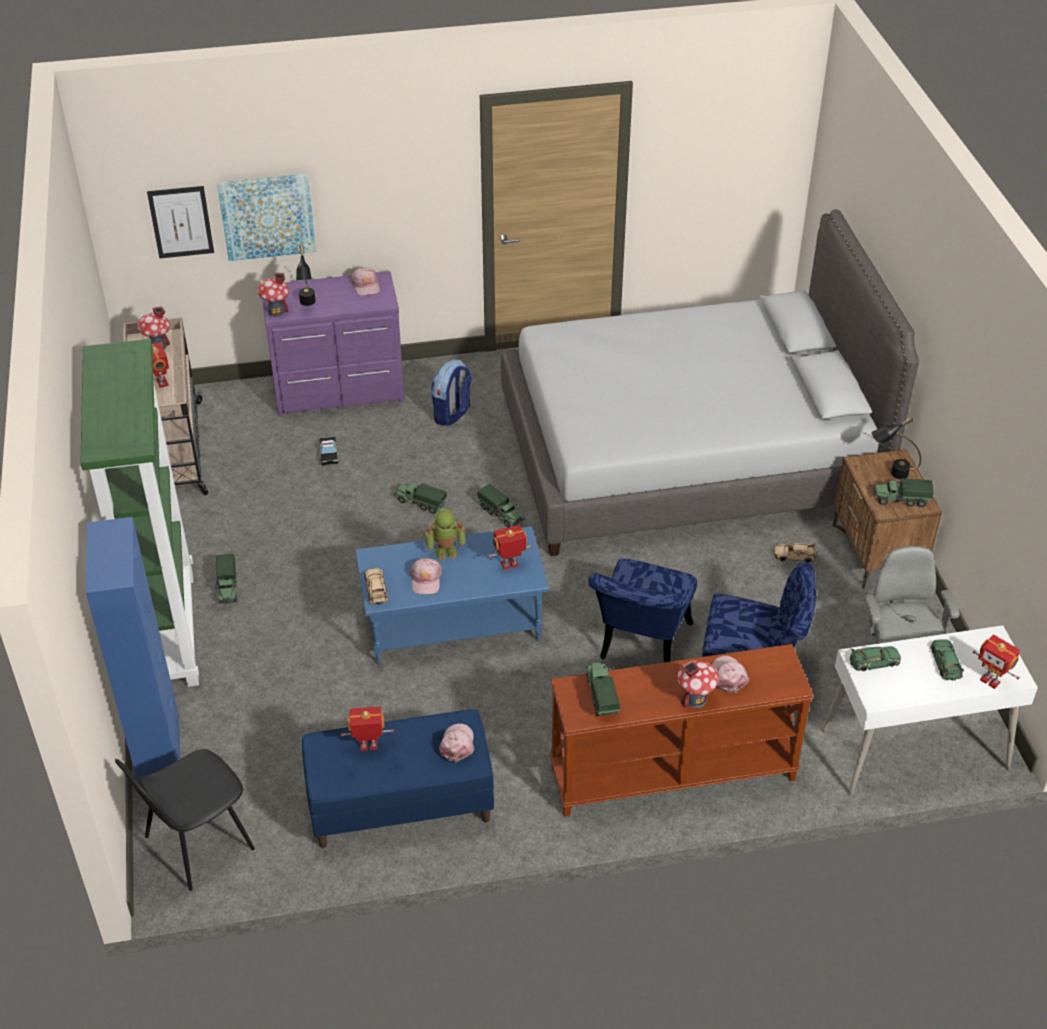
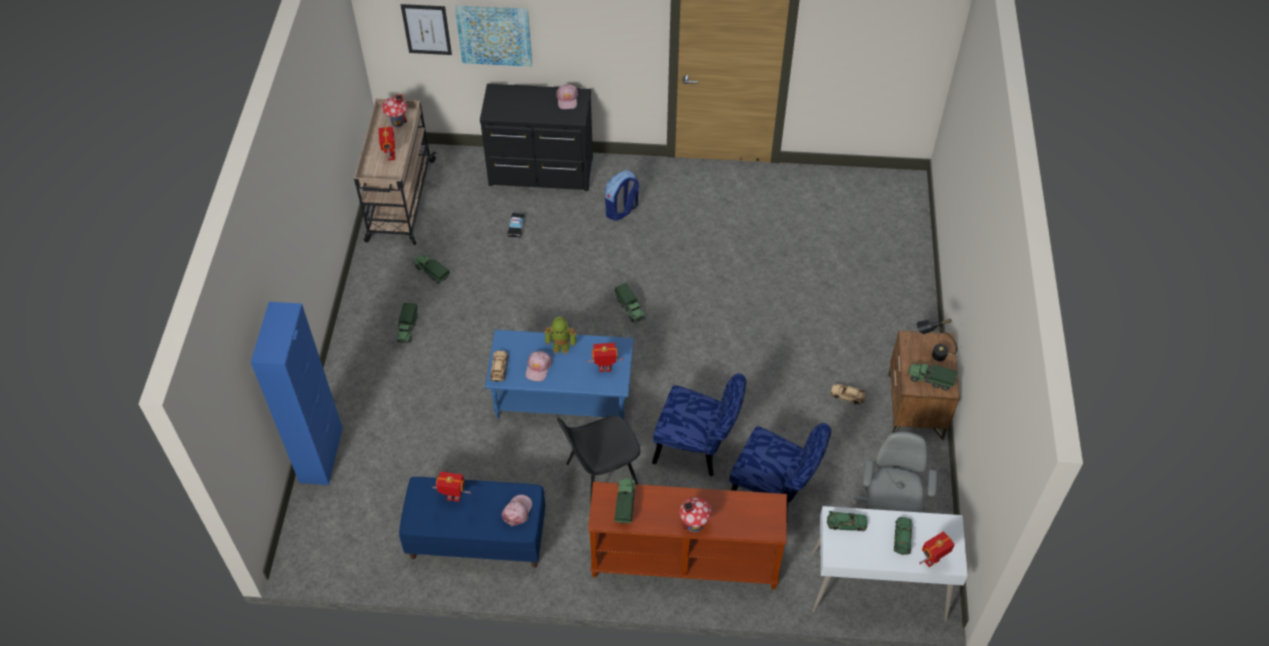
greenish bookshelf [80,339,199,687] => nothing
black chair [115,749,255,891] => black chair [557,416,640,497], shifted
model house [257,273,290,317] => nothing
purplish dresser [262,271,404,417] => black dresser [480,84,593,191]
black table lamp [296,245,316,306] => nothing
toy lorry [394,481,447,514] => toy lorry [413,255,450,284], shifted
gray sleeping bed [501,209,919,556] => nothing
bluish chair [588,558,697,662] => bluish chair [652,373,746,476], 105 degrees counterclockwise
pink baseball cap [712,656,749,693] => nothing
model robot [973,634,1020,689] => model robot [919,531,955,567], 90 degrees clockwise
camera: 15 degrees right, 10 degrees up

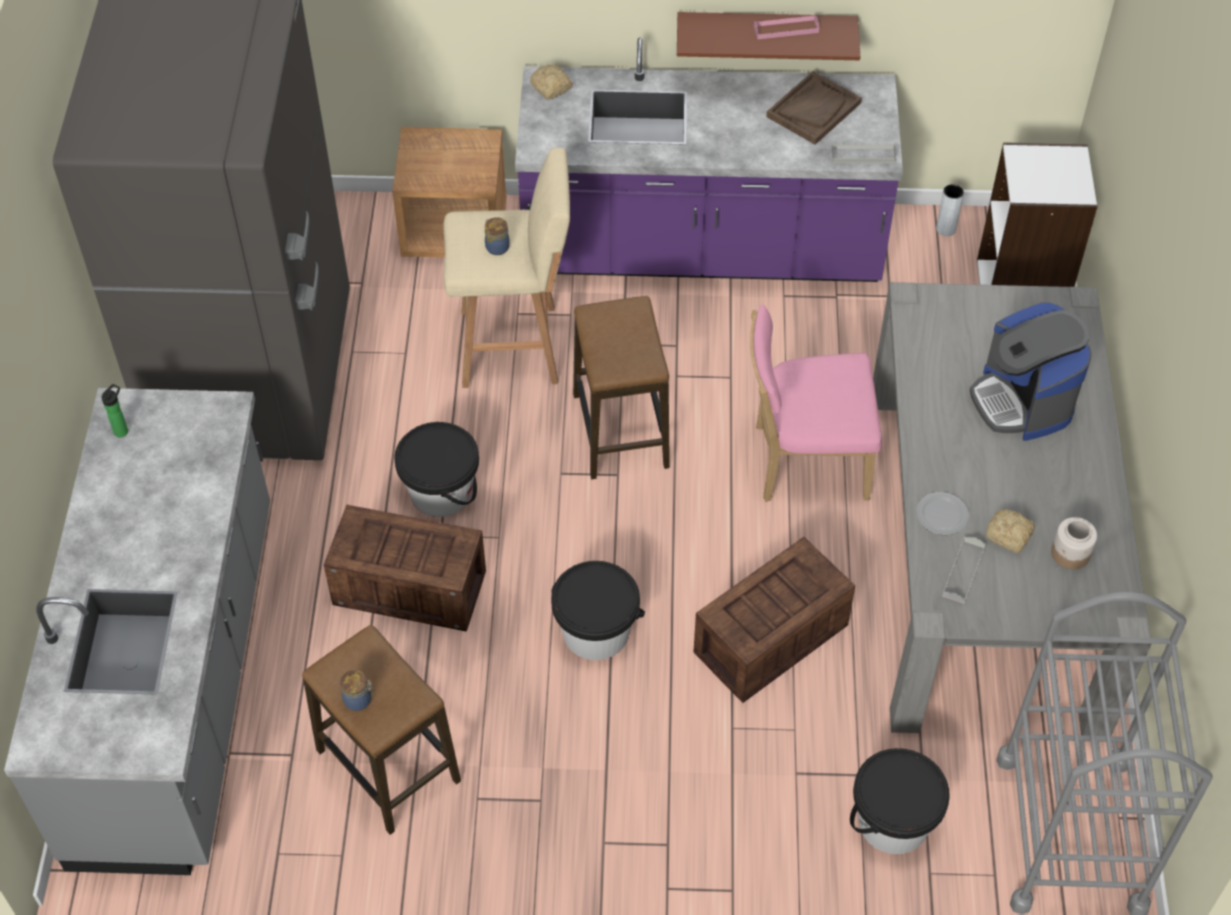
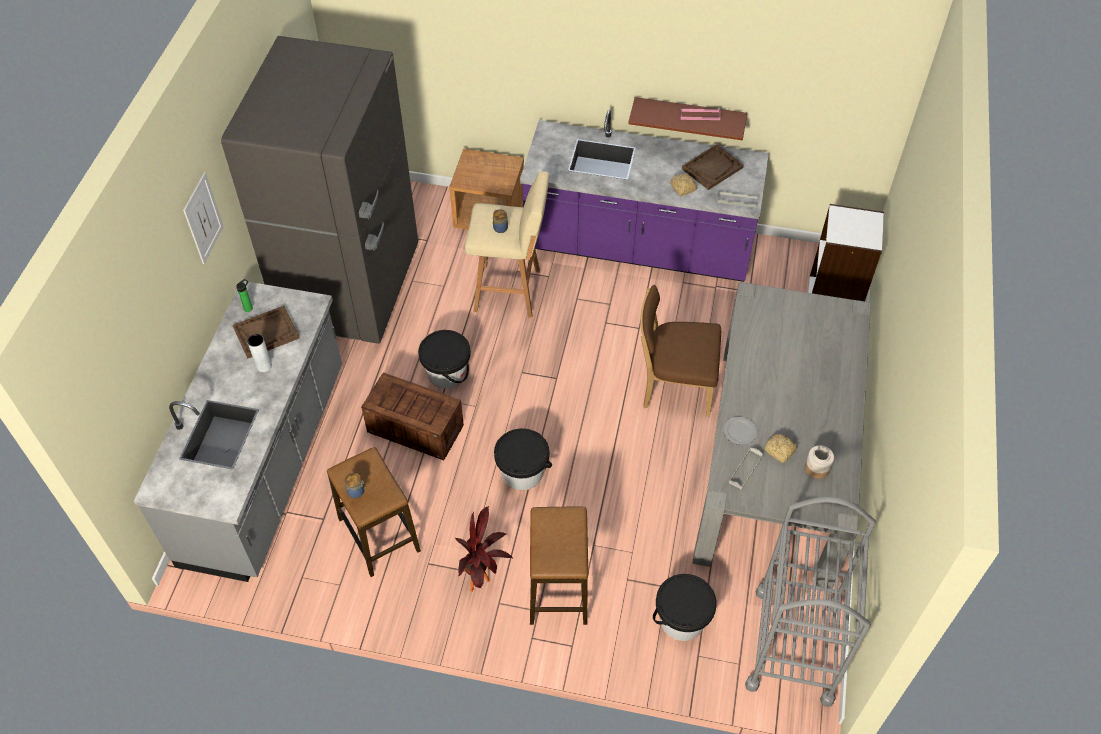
bakery bread [530,65,573,100] => bakery bread [670,174,697,196], shifted
stool [573,296,670,479] => stool [530,507,588,625], shifted
crate [693,537,855,703] => nothing
pink chair [750,305,882,502] => brownish chair [640,285,721,417]
gray decorative vase [936,184,964,236] => gray decorative vase [247,334,272,372], shifted
coffee machine [970,303,1092,441] => nothing
nothing => wall art [183,172,224,264]
nothing => brownish serving tray [233,306,300,359]
nothing => houseplant [455,506,514,592]
camera: 10 degrees right, 0 degrees up

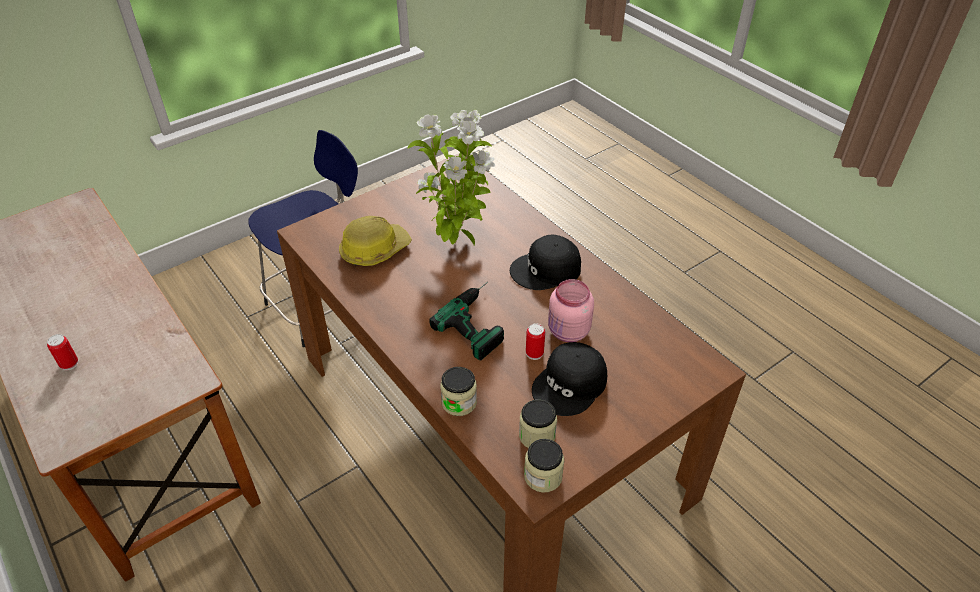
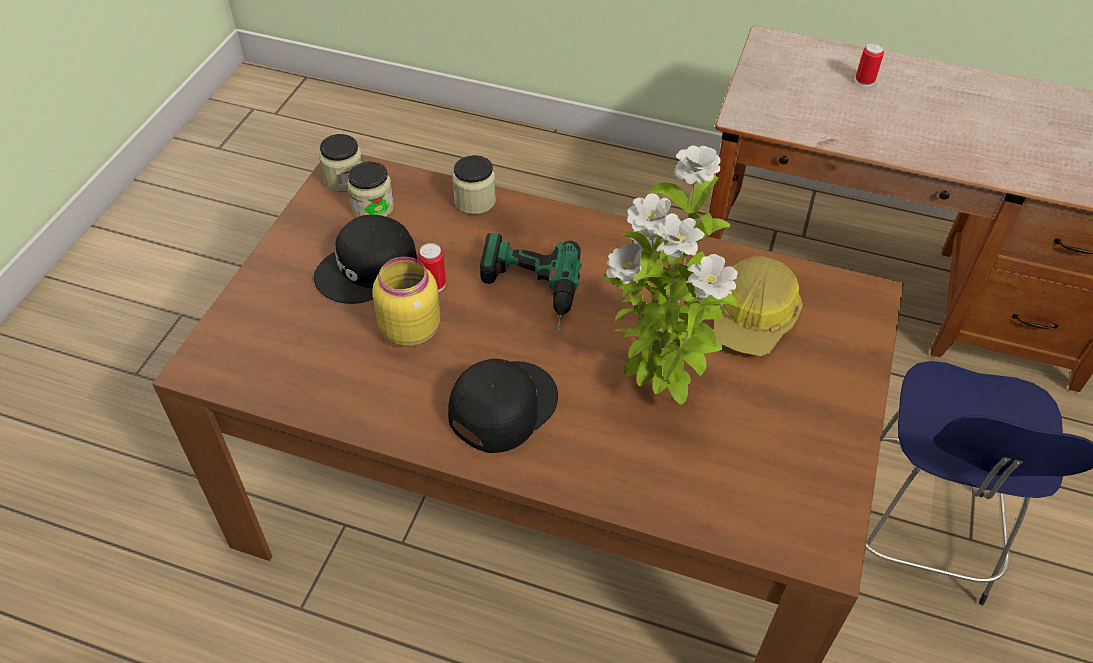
black baseball cap [532,342,607,416] => black baseball cap [314,215,418,304], 135 degrees counterclockwise
pink preserve jar [548,279,594,342] => yellow preserve jar [372,257,440,347]
camera: 145 degrees right, 5 degrees up

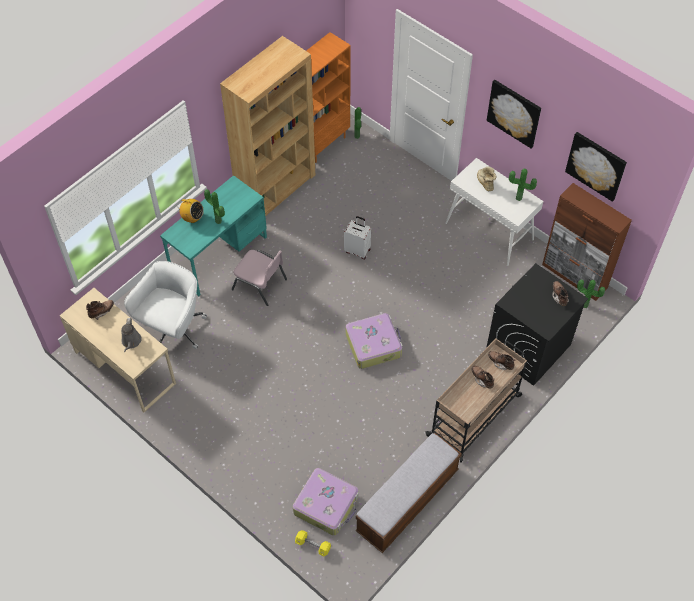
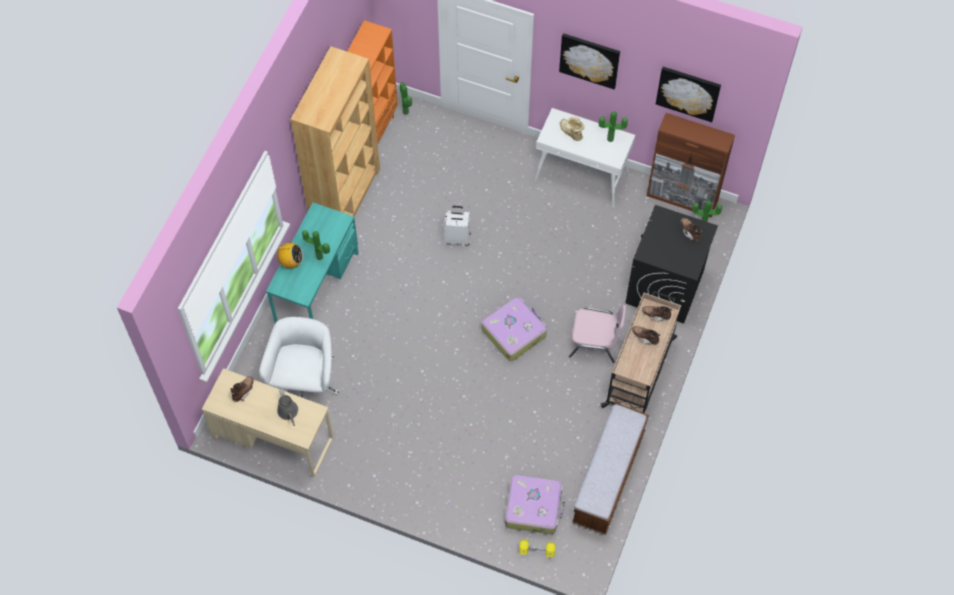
pink chair [232,250,287,306] => pink chair [569,305,626,363], shifted
camera: 20 degrees left, 5 degrees up

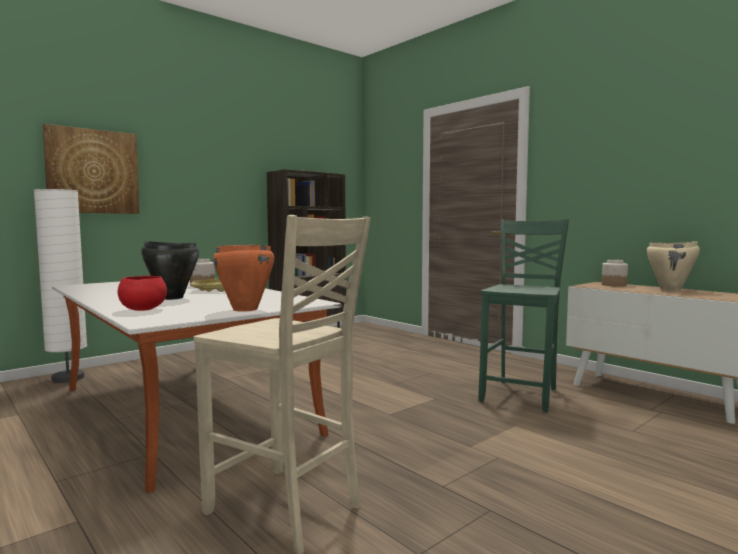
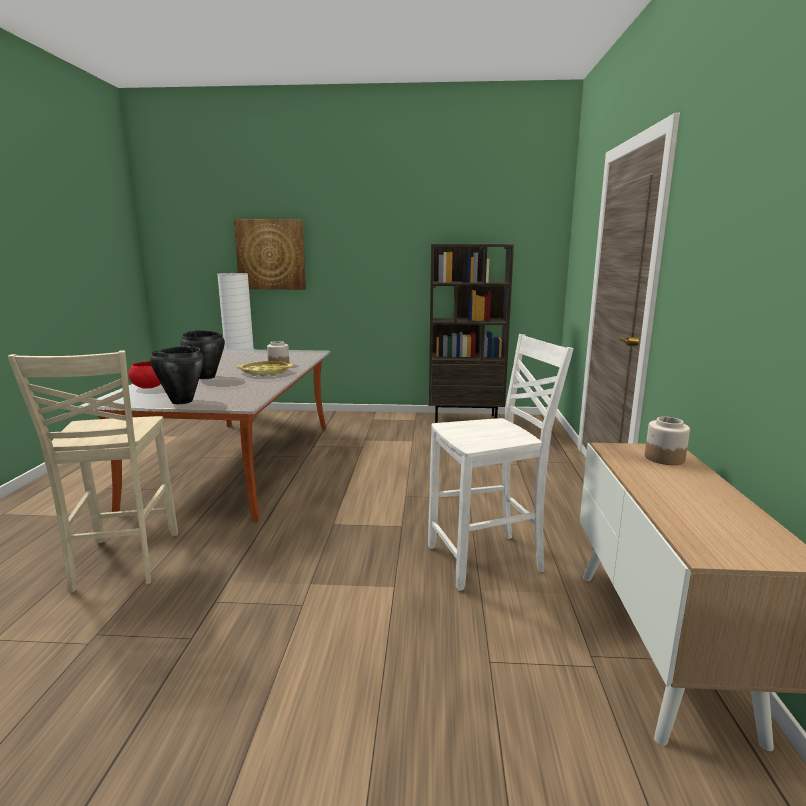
orange saucepot [213,245,274,312] => black saucepot [150,346,204,404]
greenish chair [478,219,569,412] => white-coloured chair [428,334,574,591]
beige-coloured saucepot [647,241,700,291] => nothing
camera: 45 degrees right, 10 degrees up

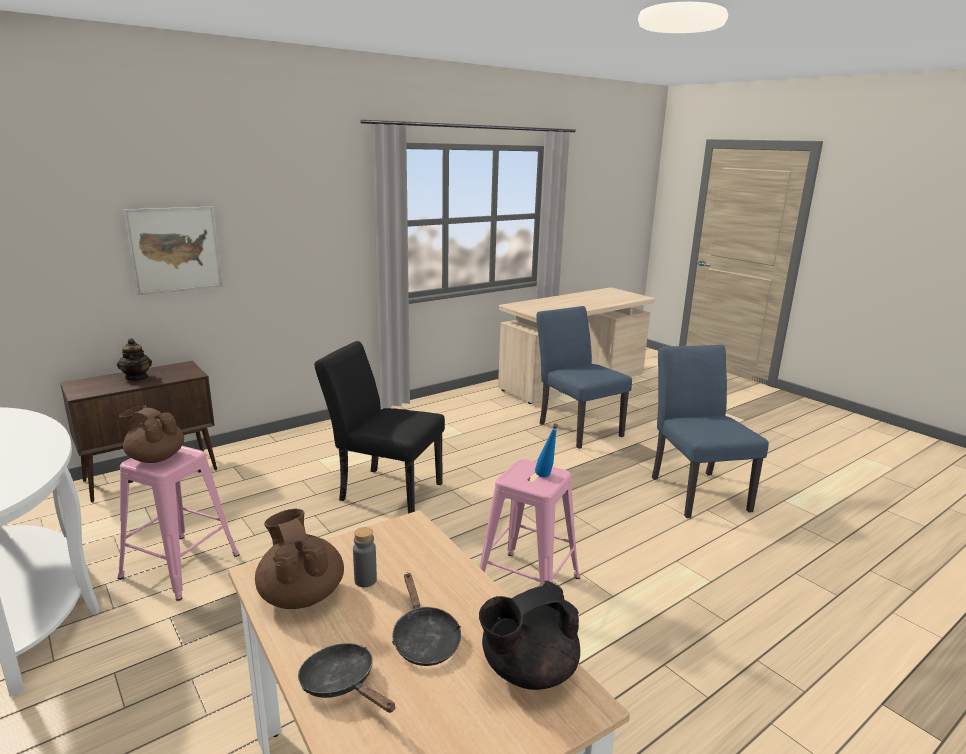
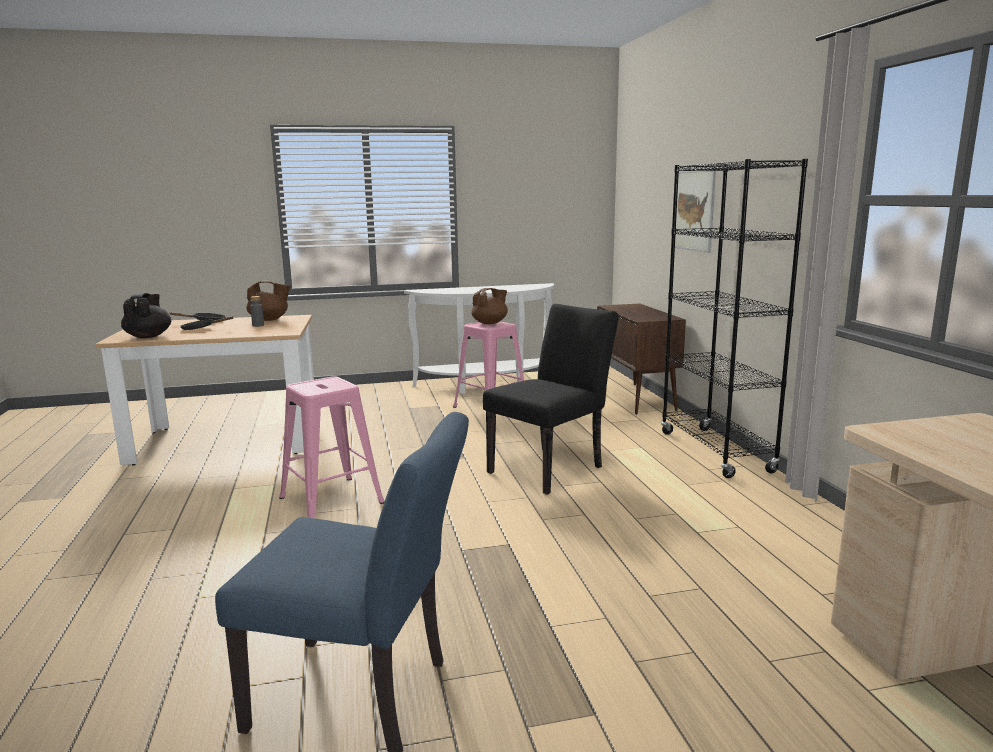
pot for tea [117,338,152,381] => nothing
bluish drink bottle [535,424,558,477] => nothing
bluish chair [536,306,632,449] => nothing
nothing => black bookshelf [661,159,808,478]
camera: 115 degrees right, 5 degrees down

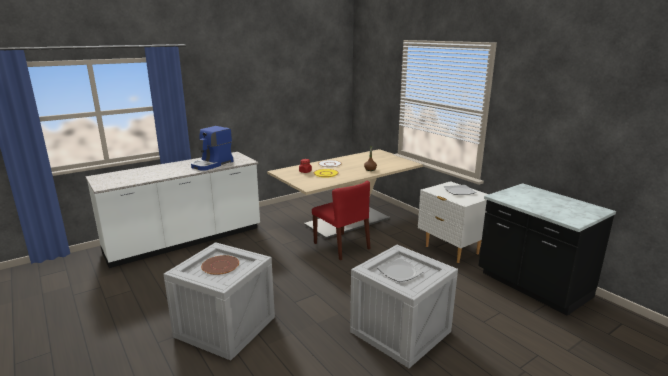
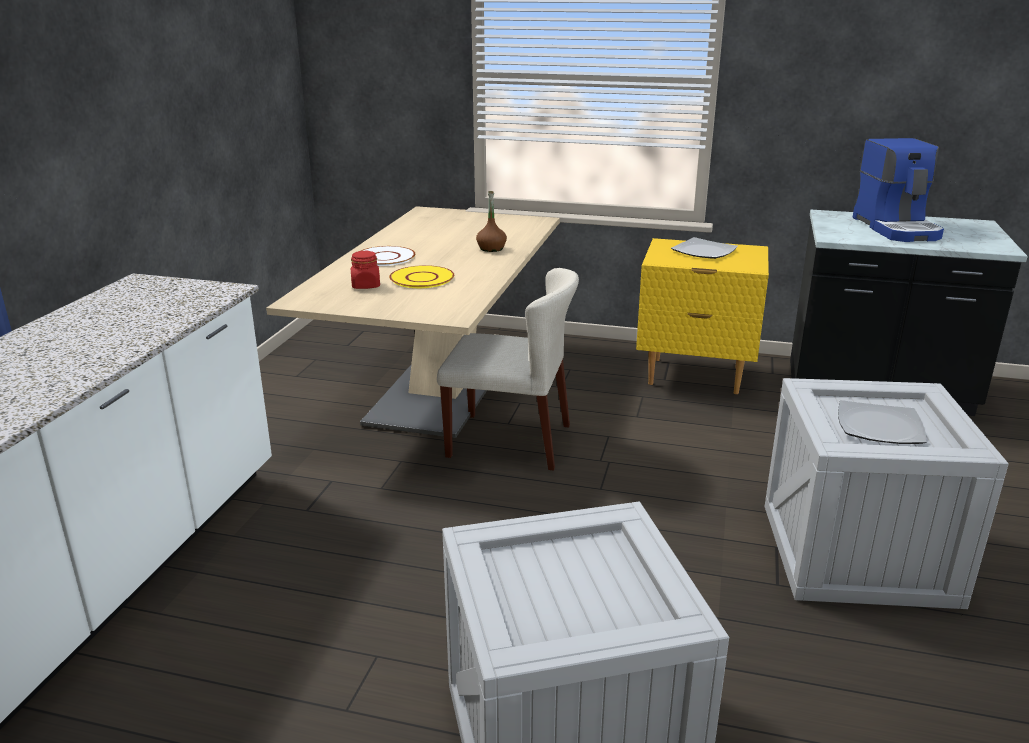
coffee machine [191,126,233,171] => coffee machine [853,138,944,242], shifted
brownish dinner plate [201,255,239,275] => nothing
reddish chair [312,181,371,260] => beige-coloured chair [437,268,579,471]
white-coloured night table [418,181,488,263] => yellow night table [636,238,769,394]
camera: 40 degrees left, 5 degrees up

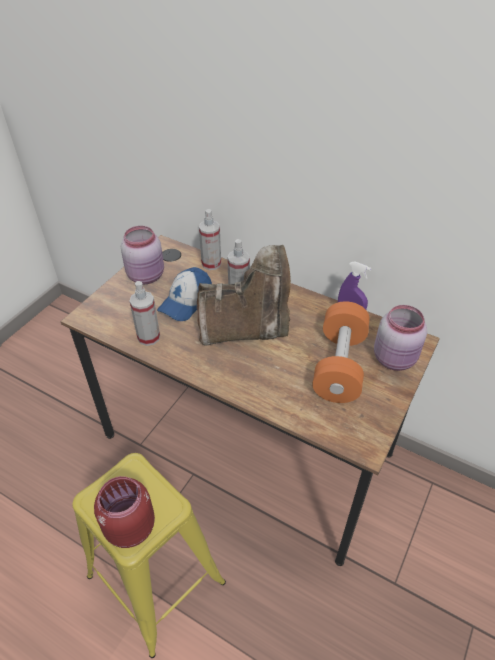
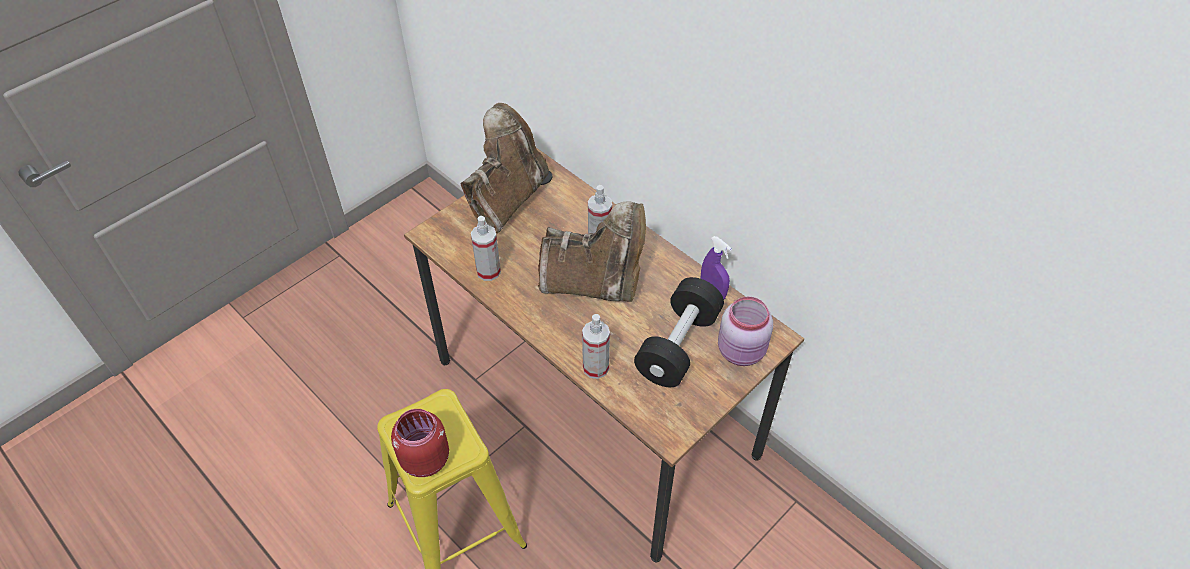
pink preserve jar [121,226,164,284] => brownish boot [460,103,549,234]
baseball cap [157,267,212,321] => nothing
hand sprayer [199,209,221,270] => hand sprayer [582,314,610,379], shifted
orange free weight [312,301,370,403] => black free weight [634,277,724,387]
camera: 15 degrees right, 5 degrees up

